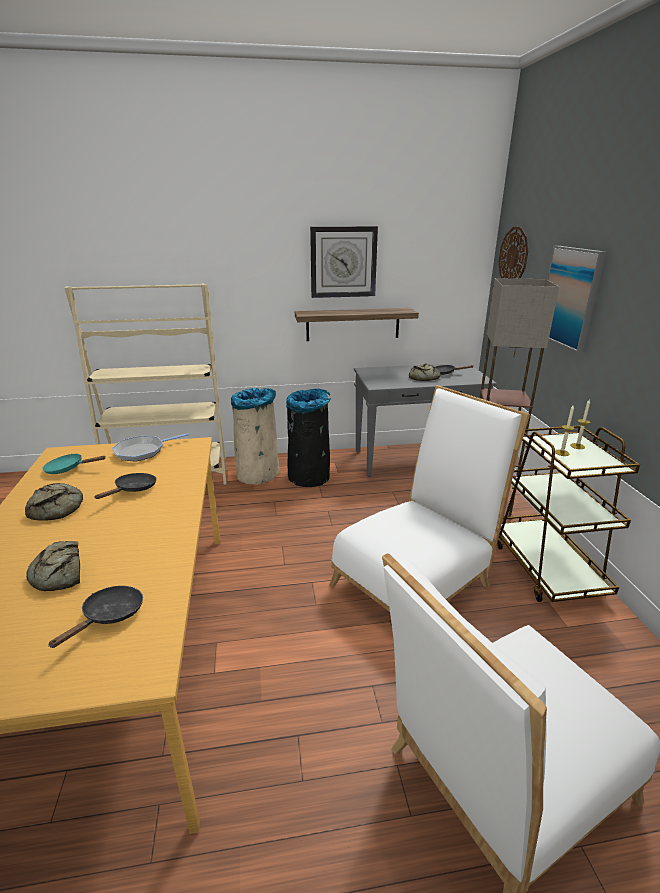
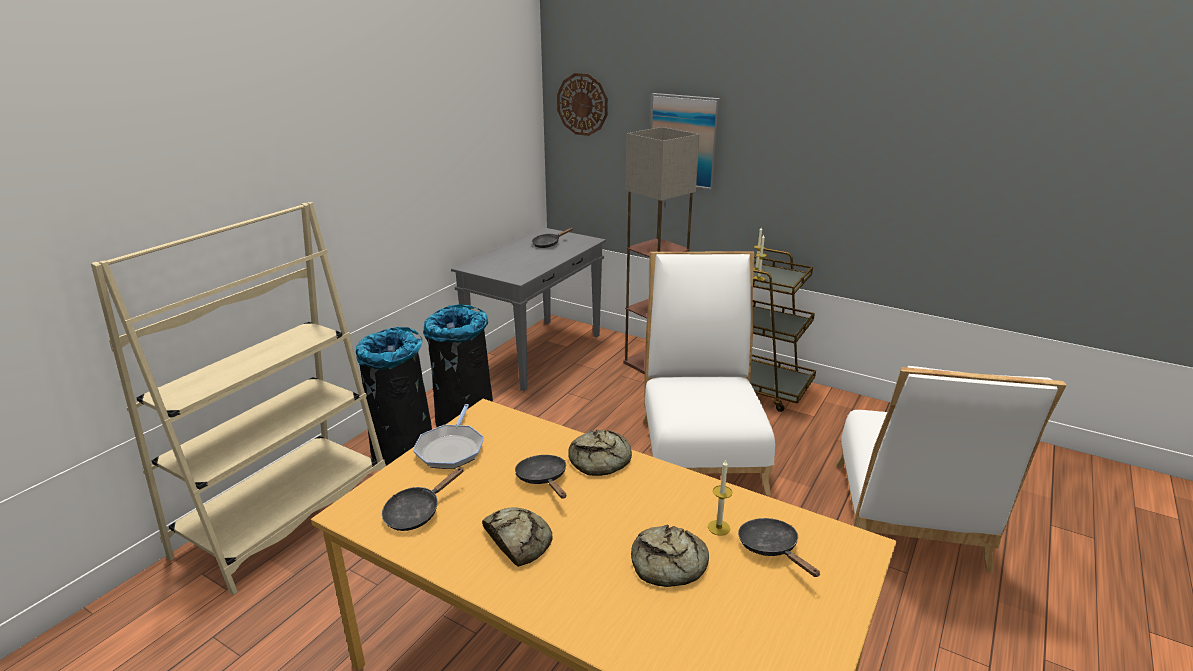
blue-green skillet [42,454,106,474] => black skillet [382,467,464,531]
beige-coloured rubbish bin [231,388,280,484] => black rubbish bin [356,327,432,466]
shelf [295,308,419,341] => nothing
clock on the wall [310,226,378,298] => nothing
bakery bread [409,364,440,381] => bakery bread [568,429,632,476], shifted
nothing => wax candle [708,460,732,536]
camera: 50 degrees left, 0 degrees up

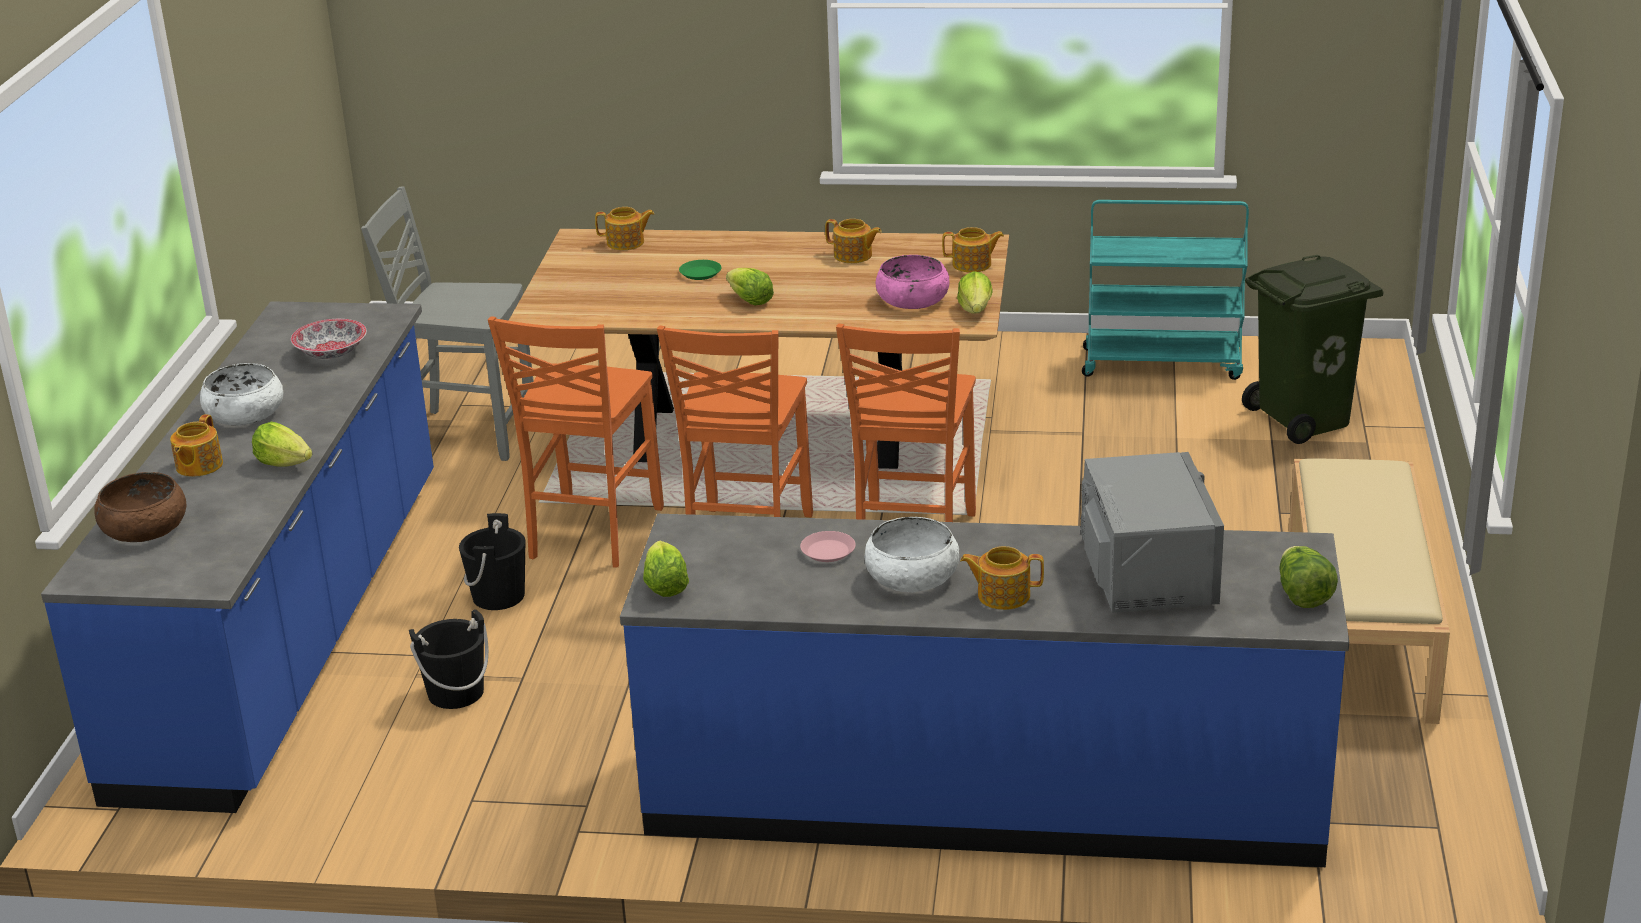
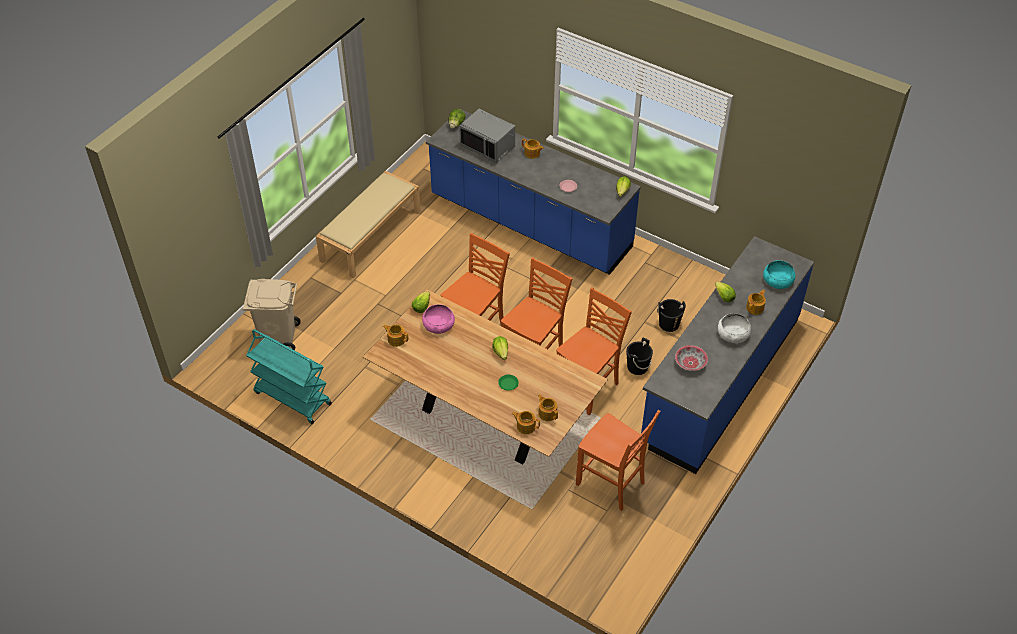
brownish serving bowl [95,472,186,542] => blue-green serving bowl [763,260,795,289]
gray chair [361,186,534,461] => orange chair [576,410,660,511]
pot for tea [825,219,882,263] => pot for tea [538,395,558,421], shifted
white-coloured serving bowl [865,517,959,593] => nothing
gray kitchen microwave [1081,452,1224,613] => gray kitchen microwave [459,108,515,164], 75 degrees counterclockwise
greenish rubbish bin [1242,255,1384,444] => beige-coloured rubbish bin [243,279,301,350]
camera: 155 degrees left, 20 degrees up

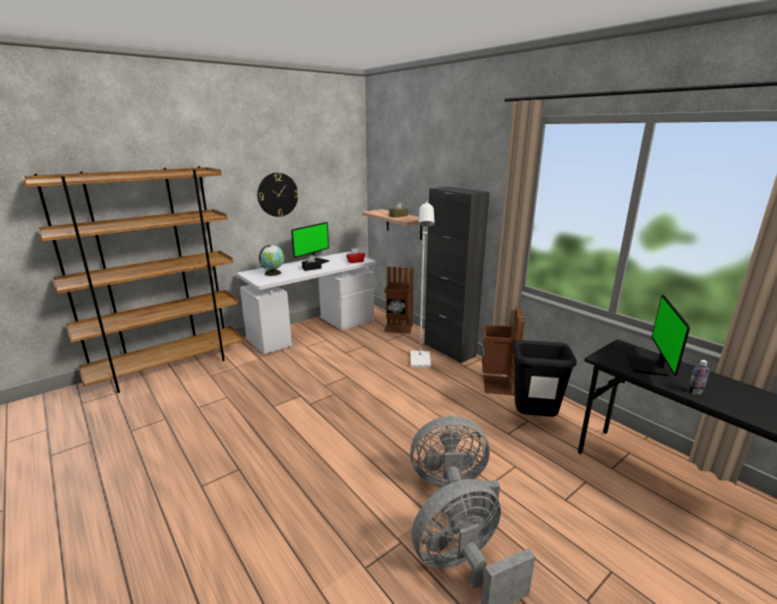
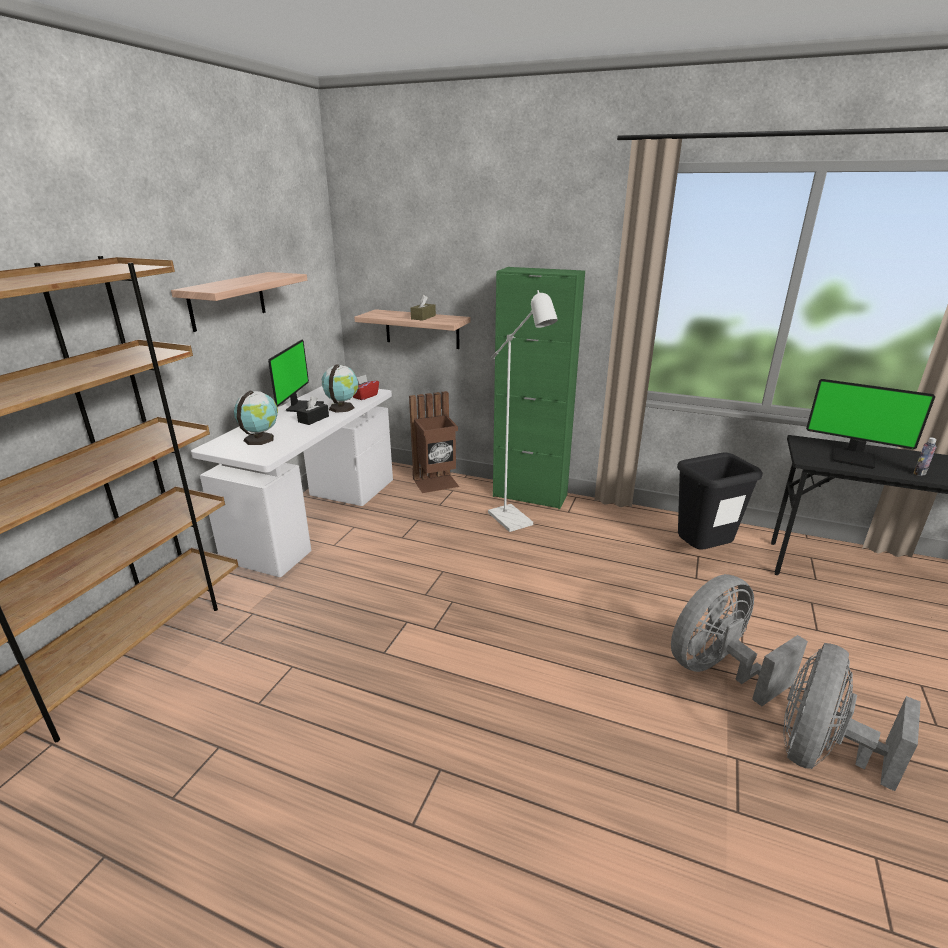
clock on the wall [257,173,299,217] => shelf [171,272,307,332]
black storage cabinet [424,187,490,363] => greenish storage cabinet [493,267,585,509]
brownish rubbish bin [482,307,525,396] => nothing
computer display [627,295,690,376] => computer display [806,379,935,469], 45 degrees counterclockwise
nothing => world globe [322,364,358,413]
camera: 30 degrees left, 5 degrees up

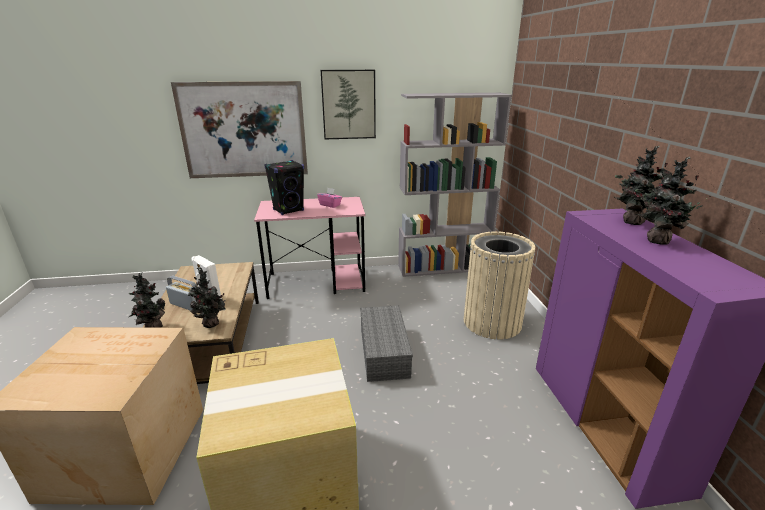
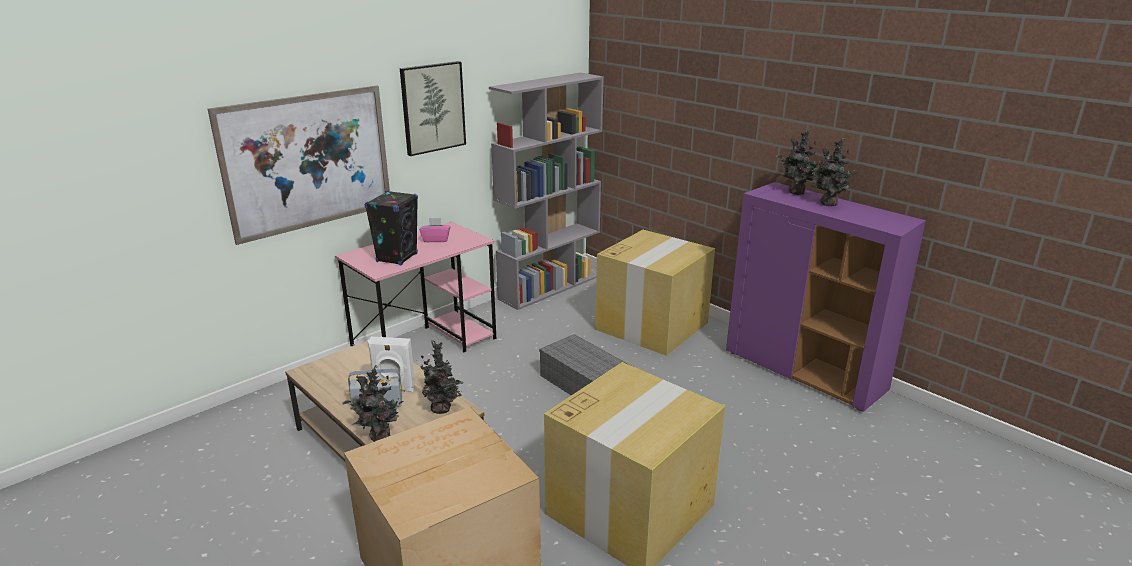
beige-coloured rubbish bin [464,231,535,339] => cardboard box [595,230,715,356]
camera: 35 degrees left, 0 degrees up

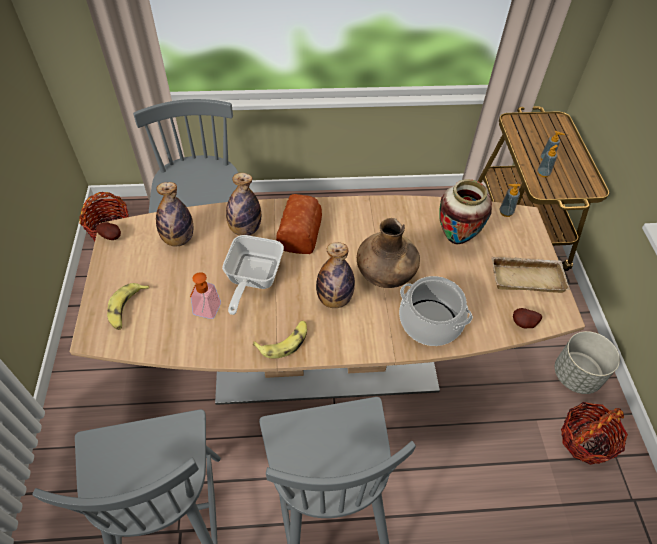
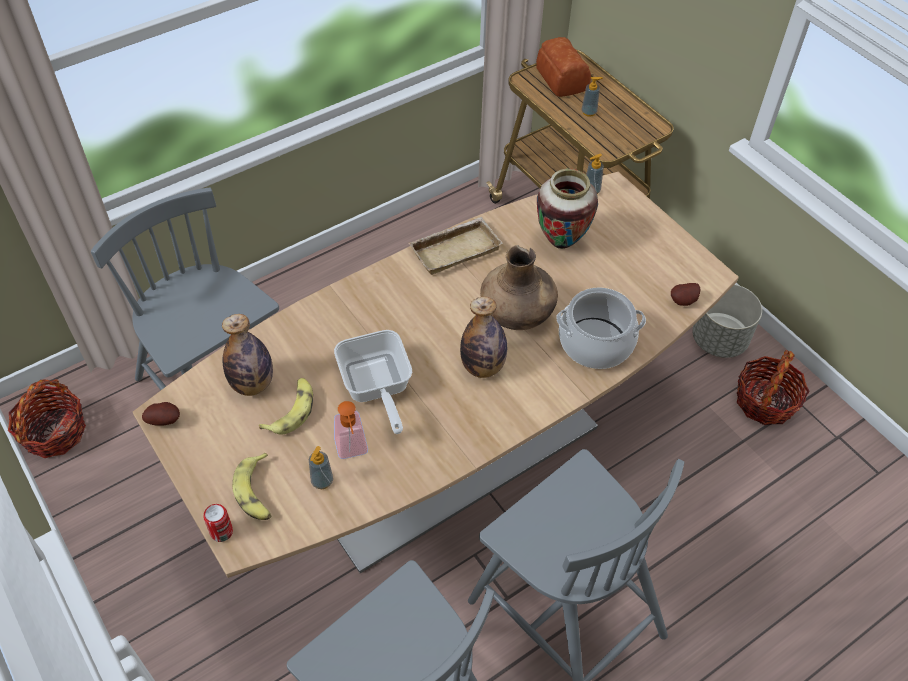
drink bottle [226,173,261,236] => nothing
banana fruit [253,321,307,359] => banana fruit [259,378,313,434], shifted
bakery bread [276,194,322,254] => bakery bread [536,37,591,97], shifted
beige-coloured serving tray [491,256,570,293] => beige-coloured serving tray [409,217,503,275], shifted
soap dispenser [538,145,558,177] => soap dispenser [309,446,333,489], shifted
nothing => metal can [203,504,233,542]
camera: 30 degrees left, 0 degrees up

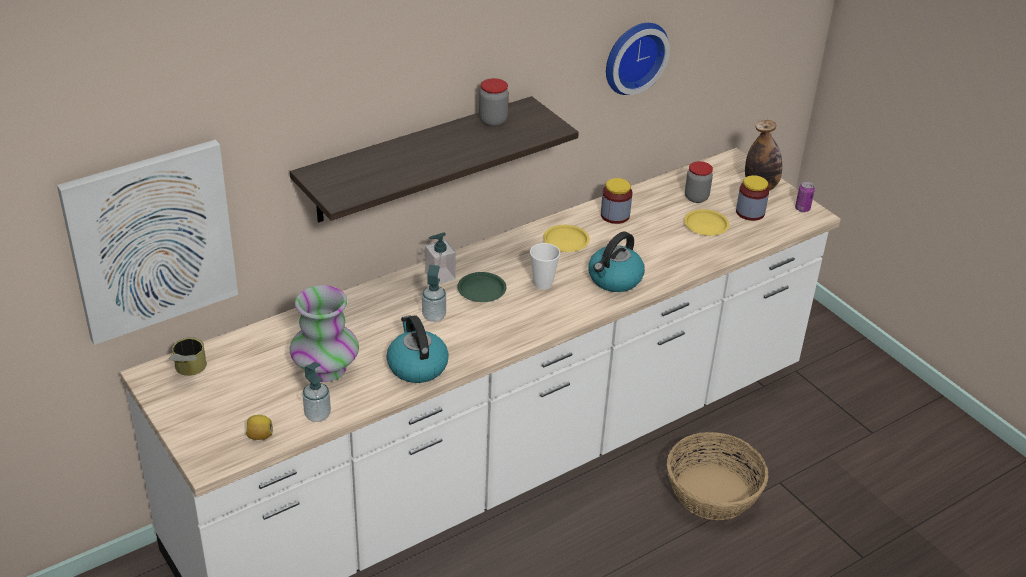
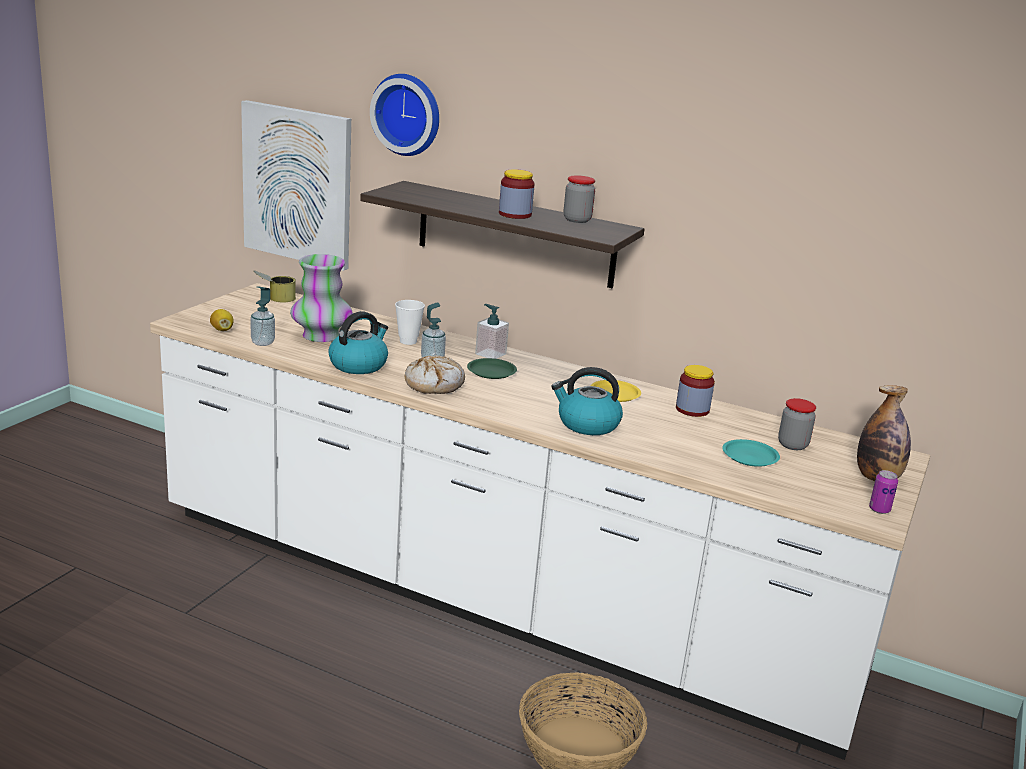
cup [530,243,560,290] => cup [395,300,425,345], shifted
clock on the wall [606,23,670,95] => clock on the wall [370,74,439,156], shifted
yellow dinner plate [684,209,729,236] => blue-green dinner plate [722,439,780,467]
preserve jar [736,175,769,221] => preserve jar [499,169,535,219], shifted
nothing => bakery bread [405,356,465,394]
camera: 60 degrees right, 15 degrees down

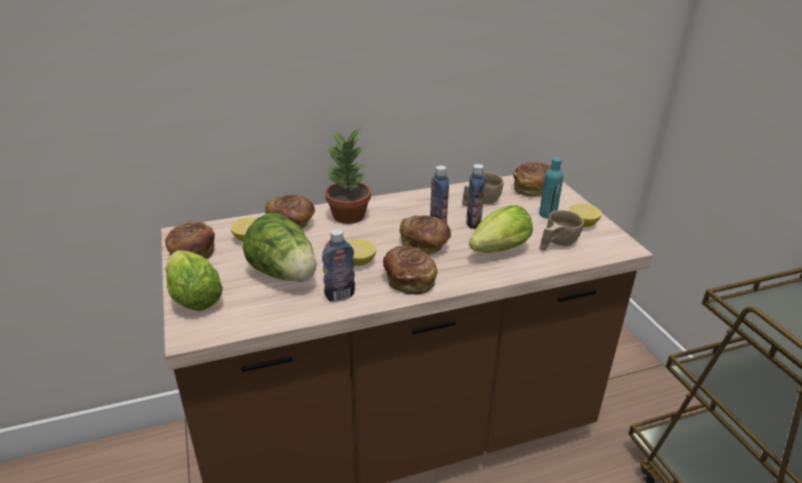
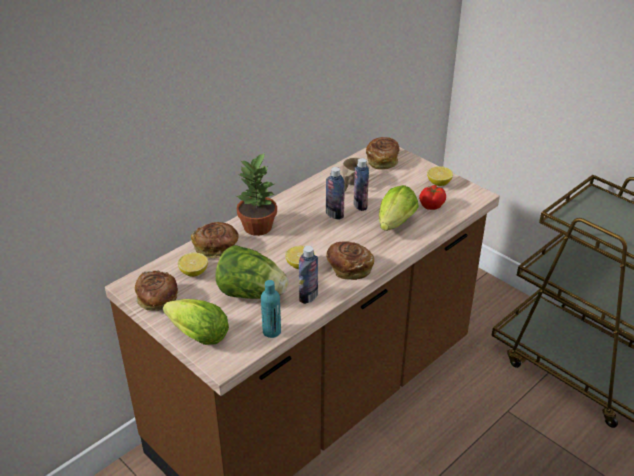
bakery bread [399,215,451,255] => nothing
blue-green drink bottle [539,157,563,219] => blue-green drink bottle [261,280,281,338], shifted
beige-coloured cup [539,210,584,250] => fresh tomato [419,185,446,210]
camera: 25 degrees left, 5 degrees up

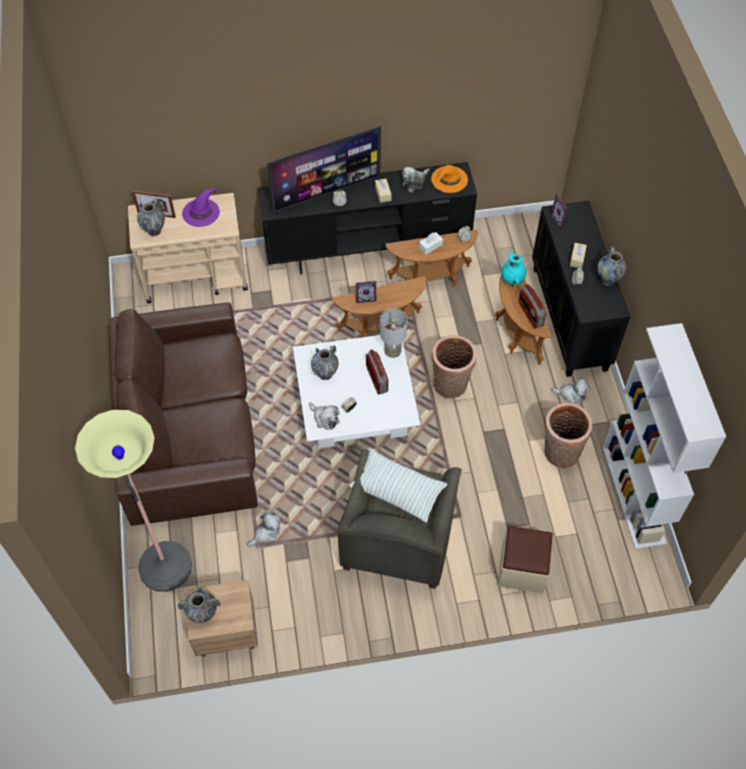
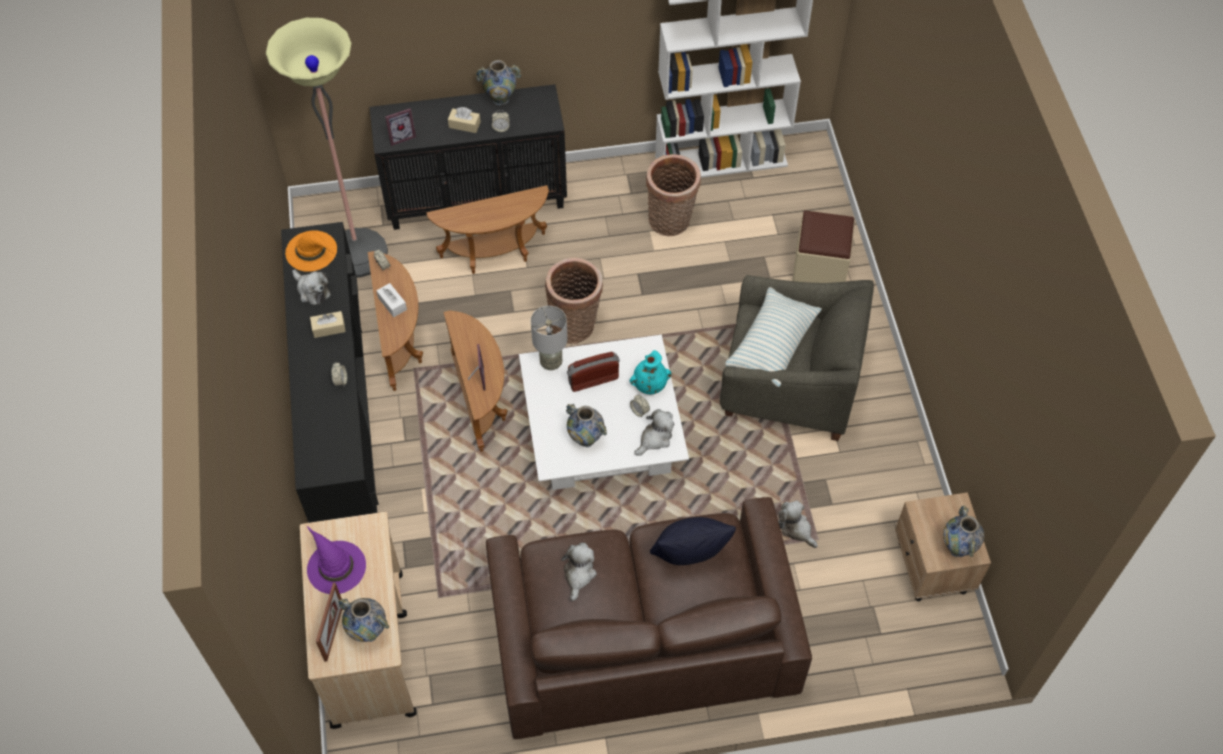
floor lamp [75,410,192,592] => floor lamp [266,18,388,278], shifted
TV set [267,126,381,214] => nothing
blue-green decorative vase [501,253,526,286] => blue-green decorative vase [630,350,671,394], shifted
radio [518,284,546,329] => nothing
plush toy [551,378,590,404] => plush toy [561,543,597,601], shifted
nothing => black cushion [650,517,736,565]
camera: 90 degrees left, 0 degrees up

